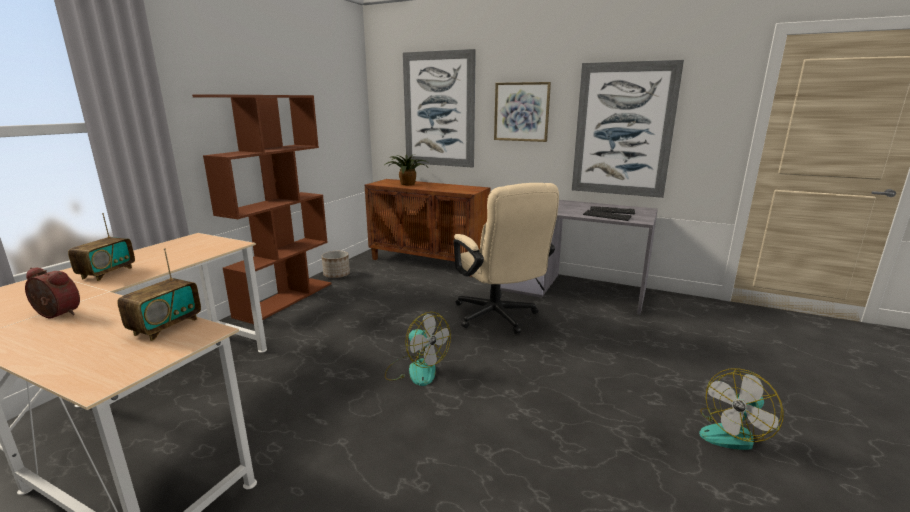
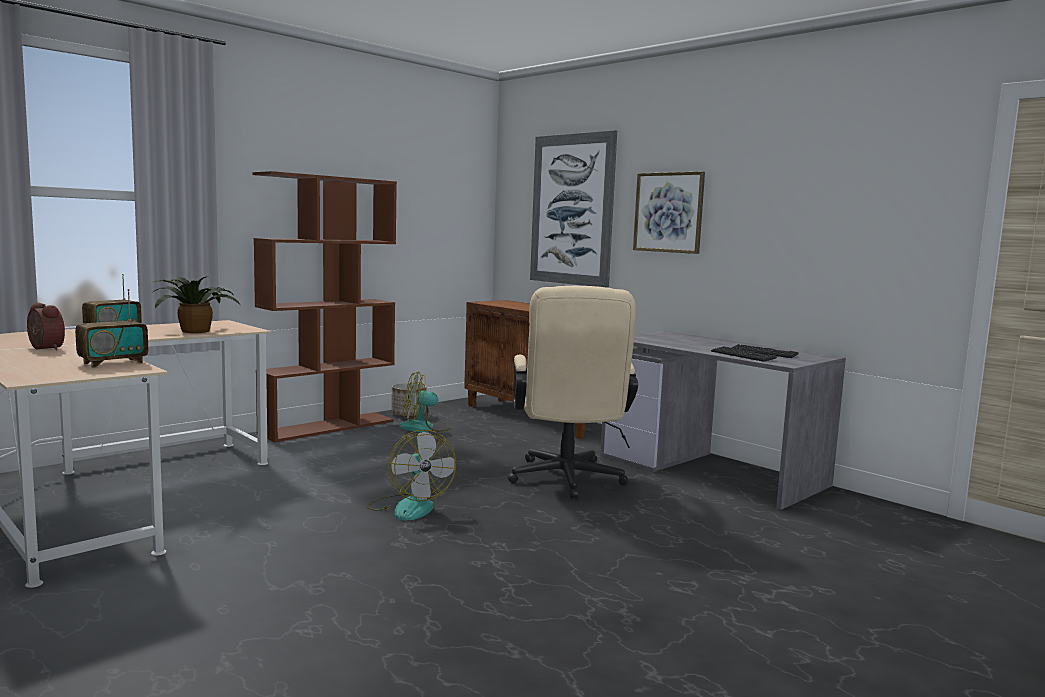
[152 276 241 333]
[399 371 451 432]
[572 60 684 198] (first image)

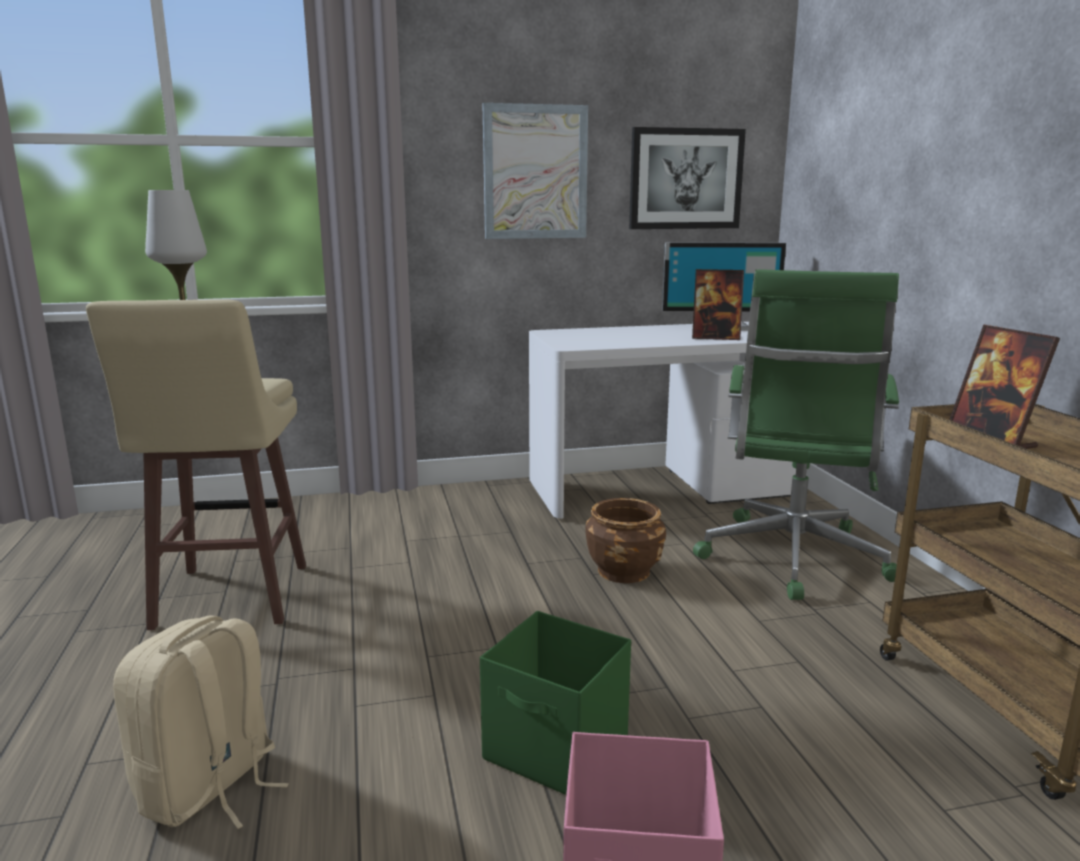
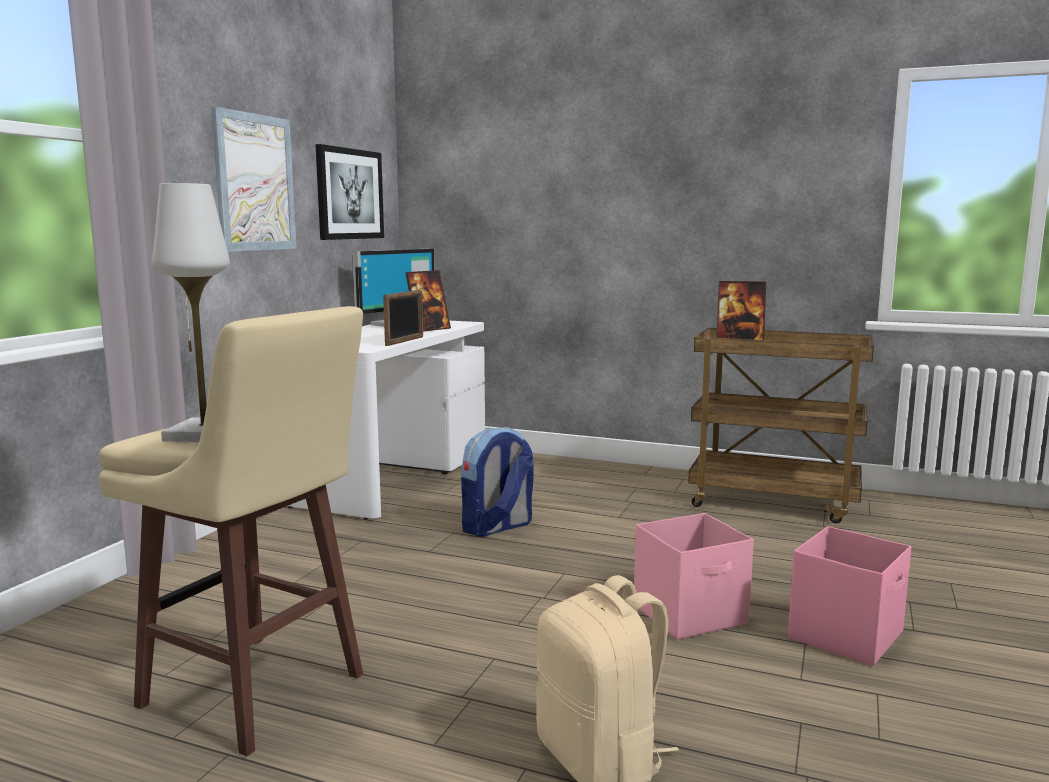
[383 290 423 346]
[461 428 534 537]
[634 513 754 640]
[693 269 899 600] (first image)

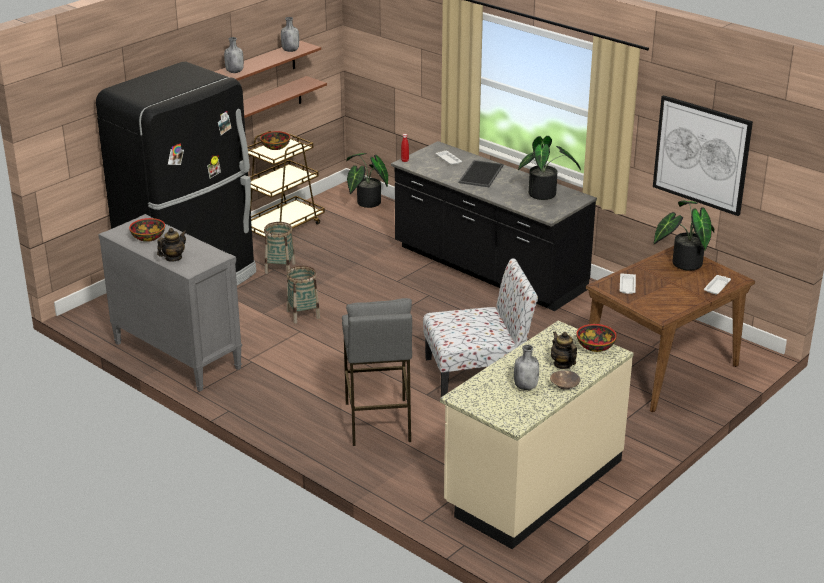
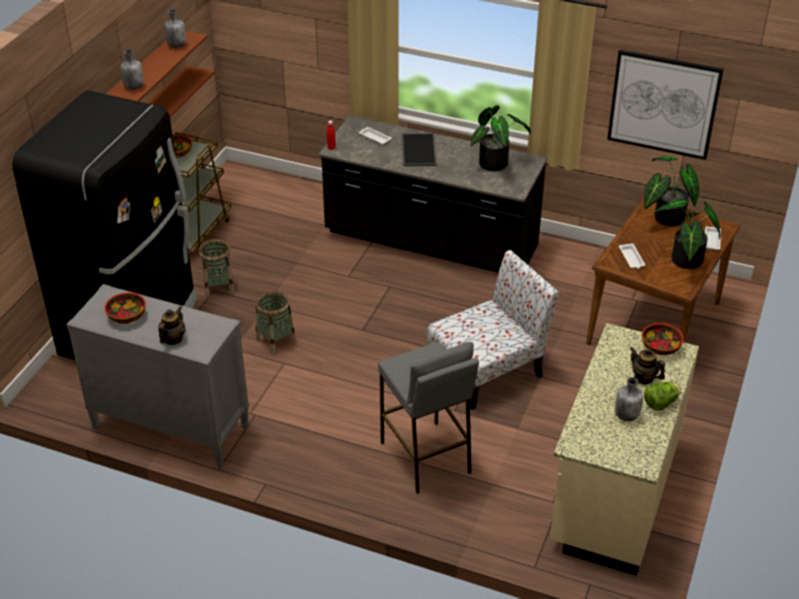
[644 382 681 411]
[654 200 720 269]

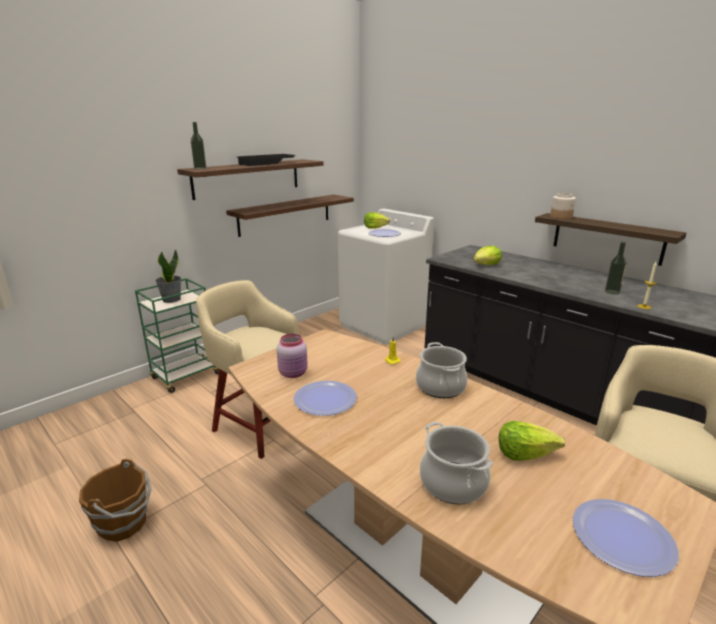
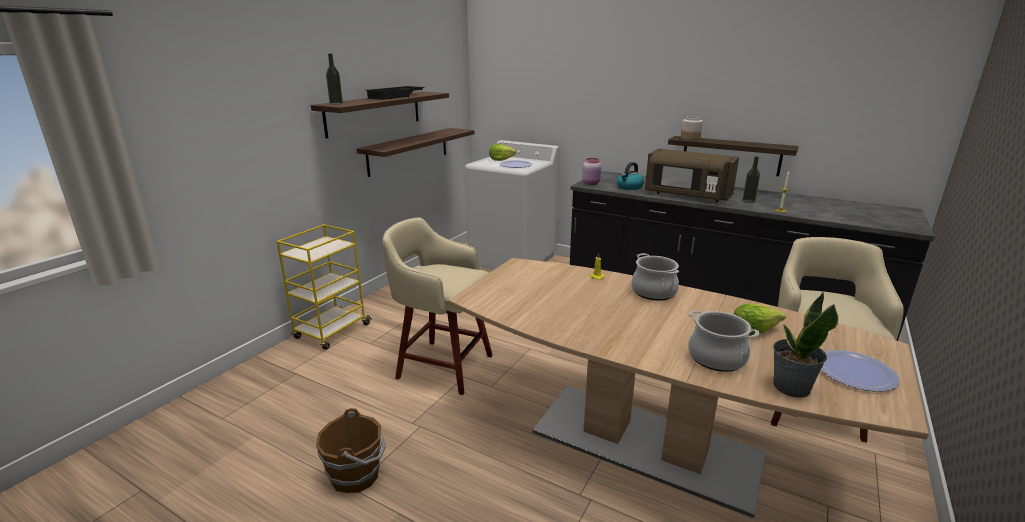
[276 224 372 350]
[582 158 601 185]
[617 162 644 190]
[645 149 739 202]
[773 293 838 398]
[294 381 357 416] (first image)

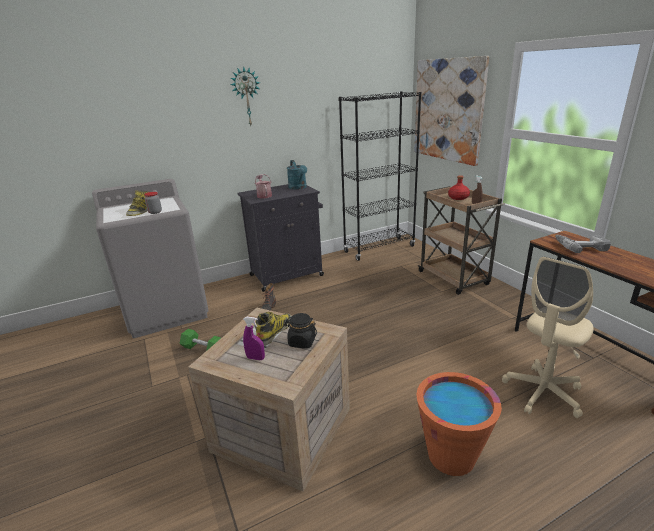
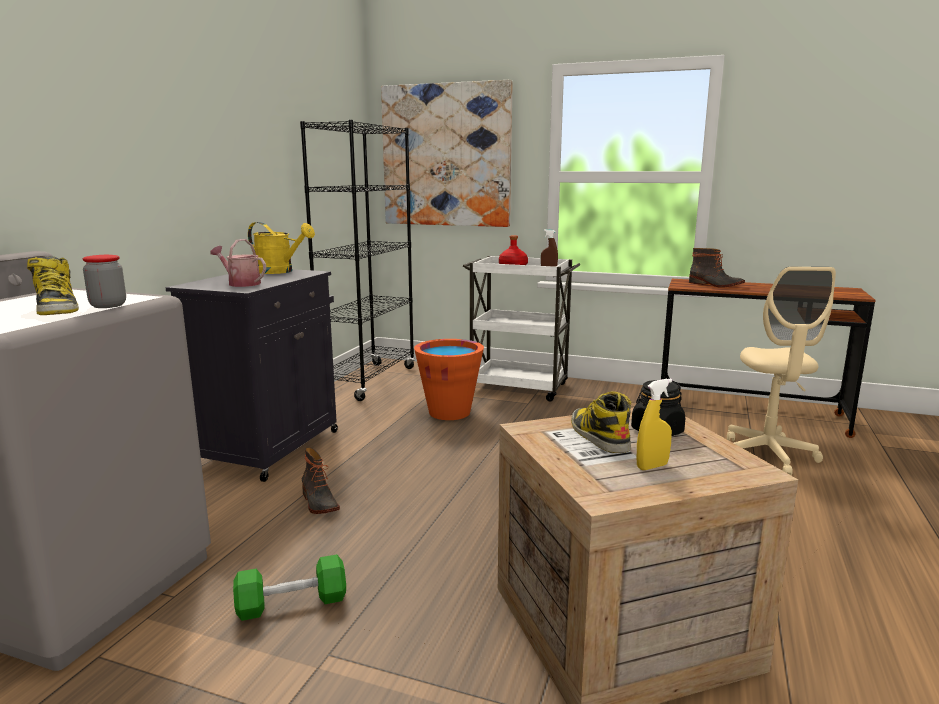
[248 222 315 274]
[414 339 484 420]
[463 256 580 402]
[637 378 672 470]
[689 248 745 288]
[230 66 260 125] (first image)

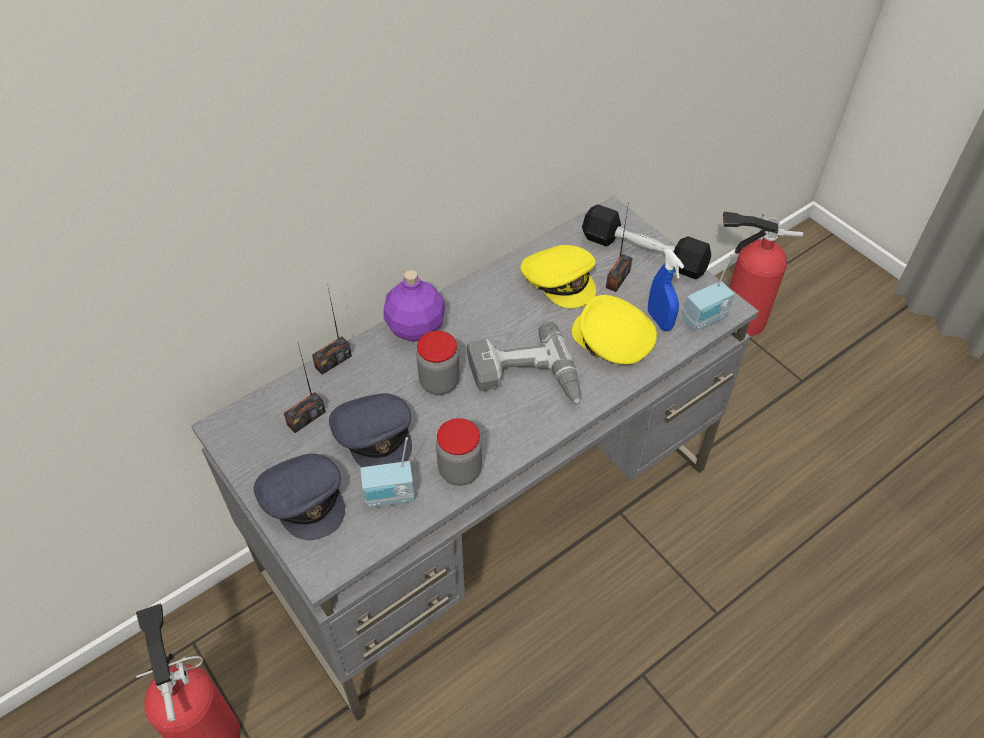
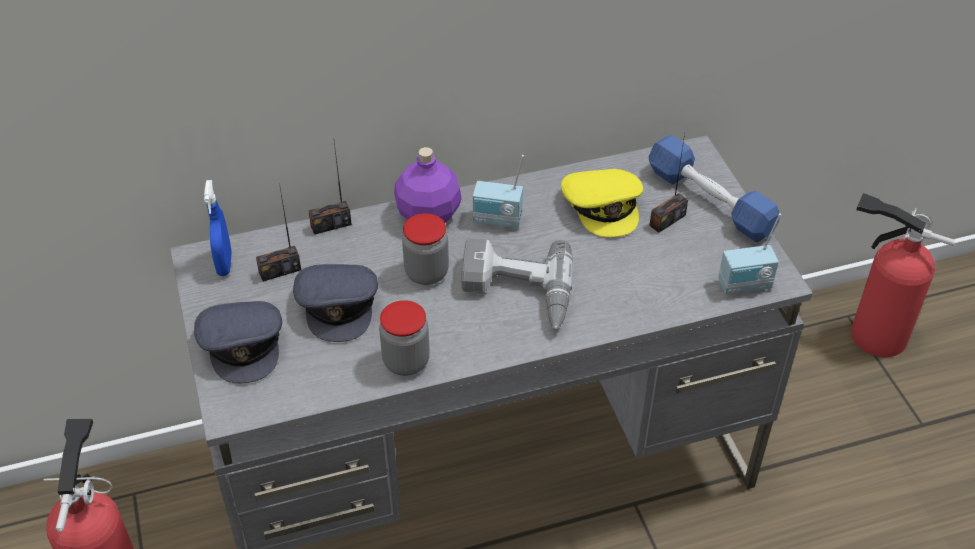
[204 180 232 276]
[473 155 524 228]
[648 135 780 242]
[572 295 657 365] (first image)

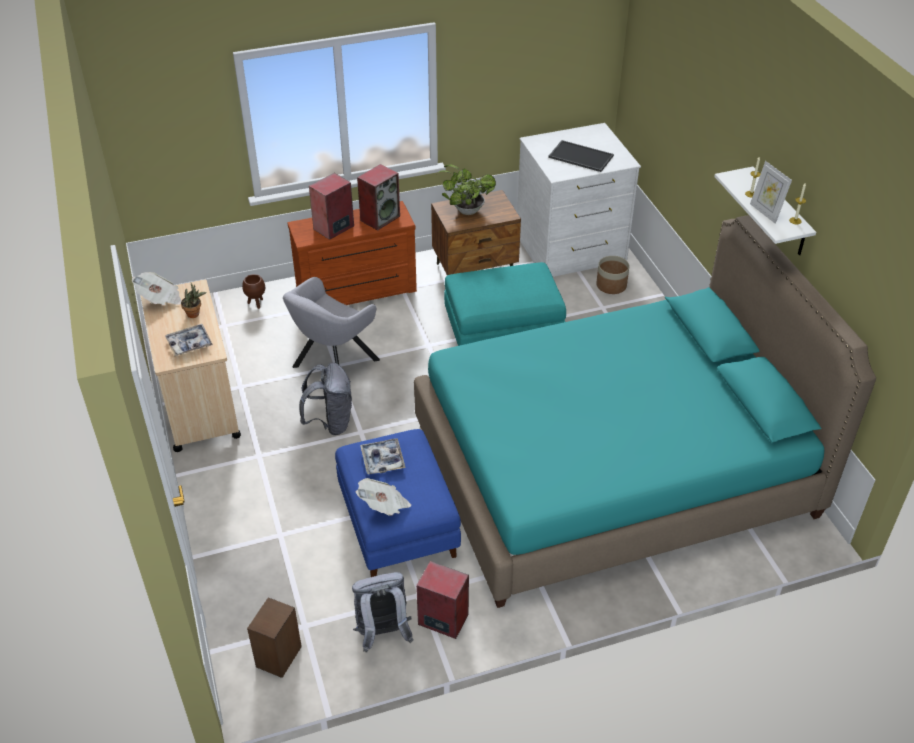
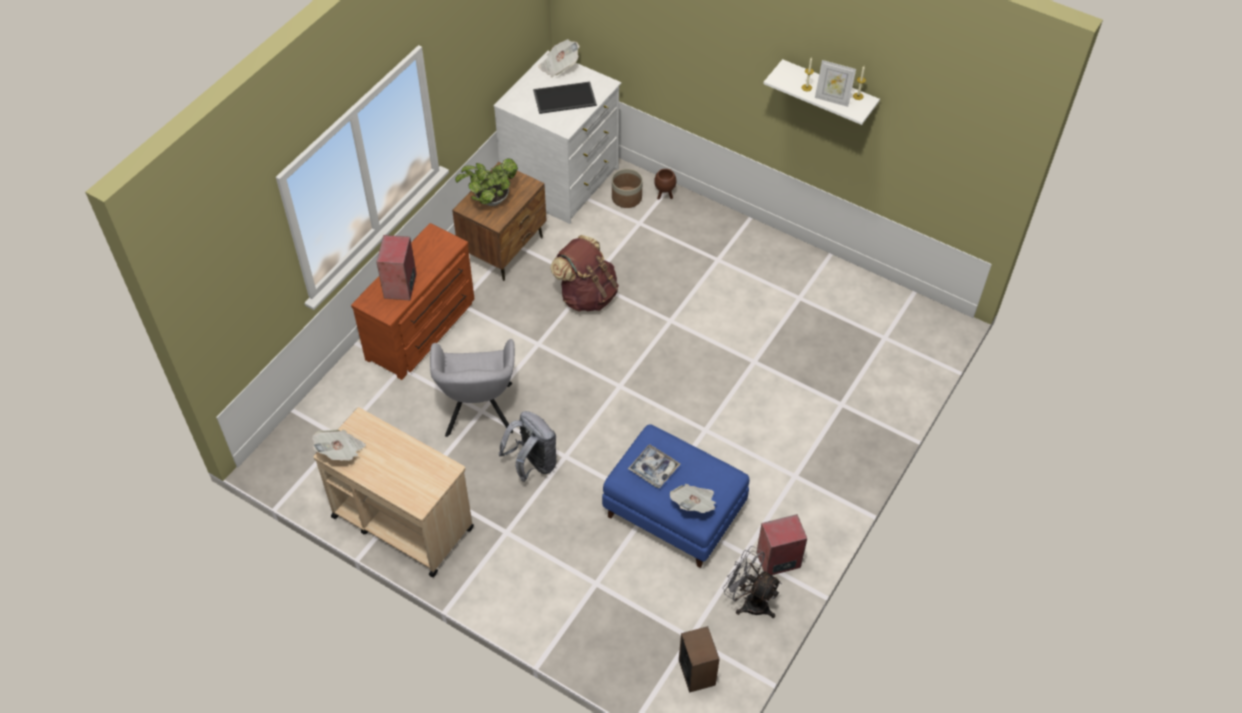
[539 39 580 77]
[550 235 619 312]
[654 169 676 200]
[723 546 782 618]
[165 324 213 356] (first image)
[181 282 207 318] (first image)
[357 164 400 230] (first image)
[414 215 876 608] (first image)

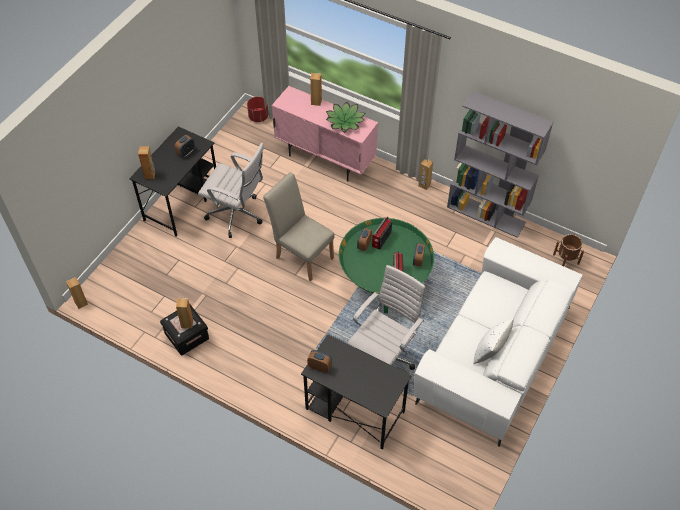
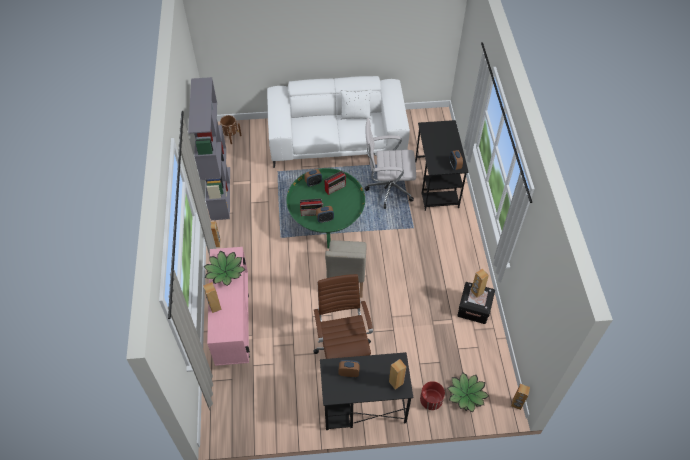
[313 274 373 359]
[420 381 445 410]
[447 372 489 413]

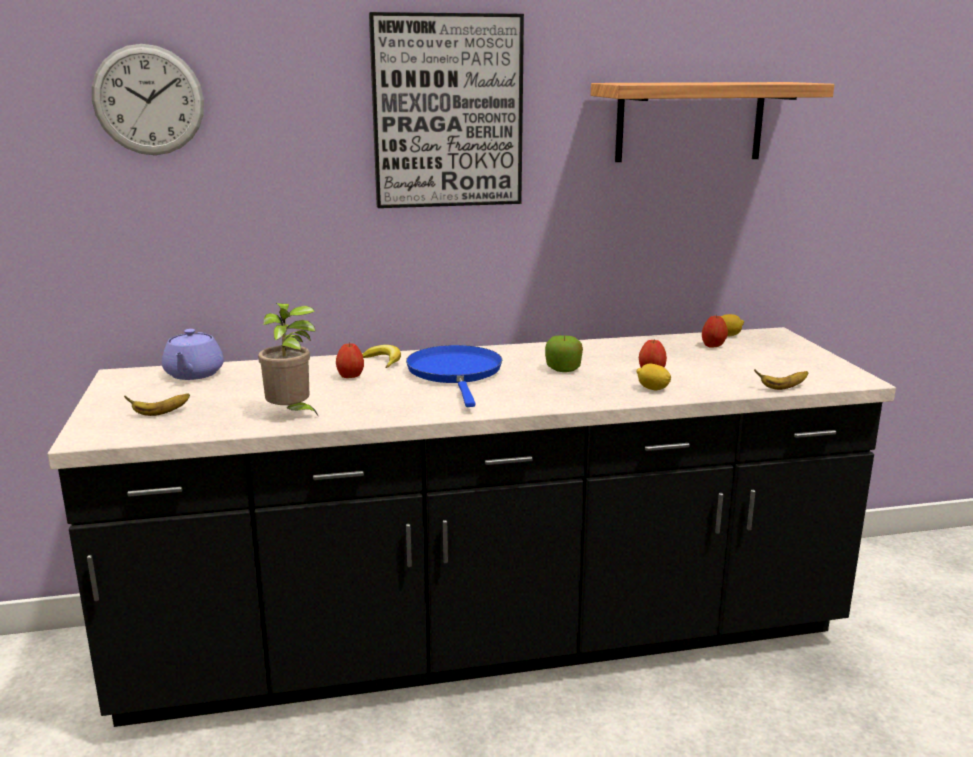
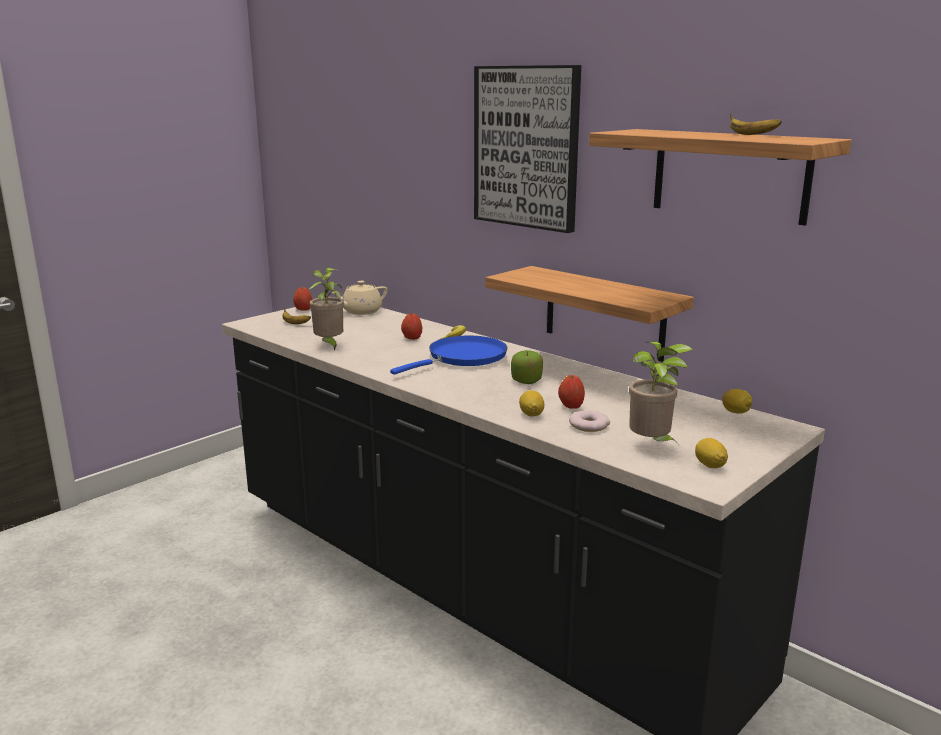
[293 287 312 311]
[332 281 387 315]
[485 266 694 362]
[569 410 610 432]
[629 342 693 444]
[695 438 728 468]
[730 114 782 135]
[92 44 204 155] (first image)

